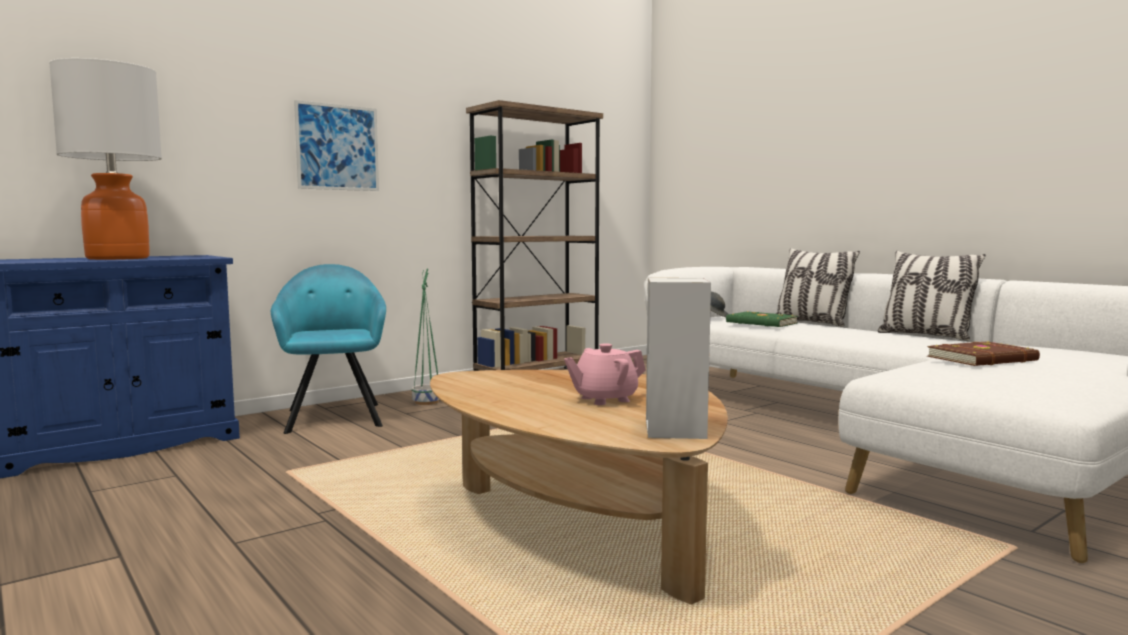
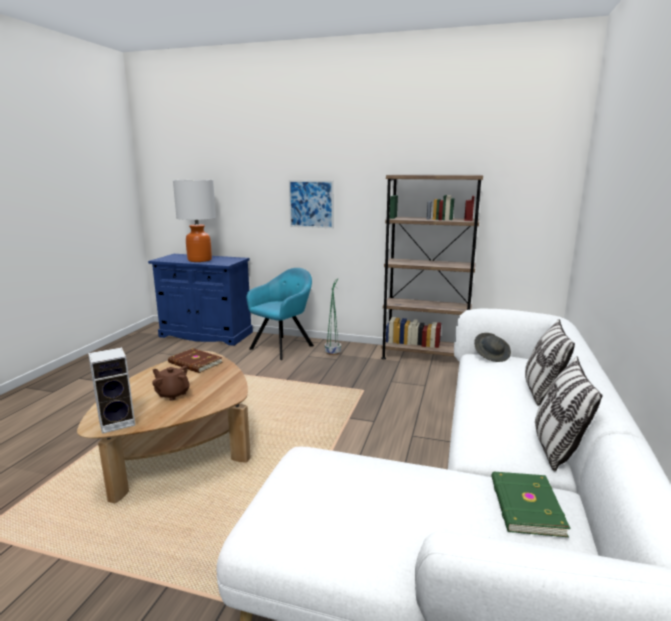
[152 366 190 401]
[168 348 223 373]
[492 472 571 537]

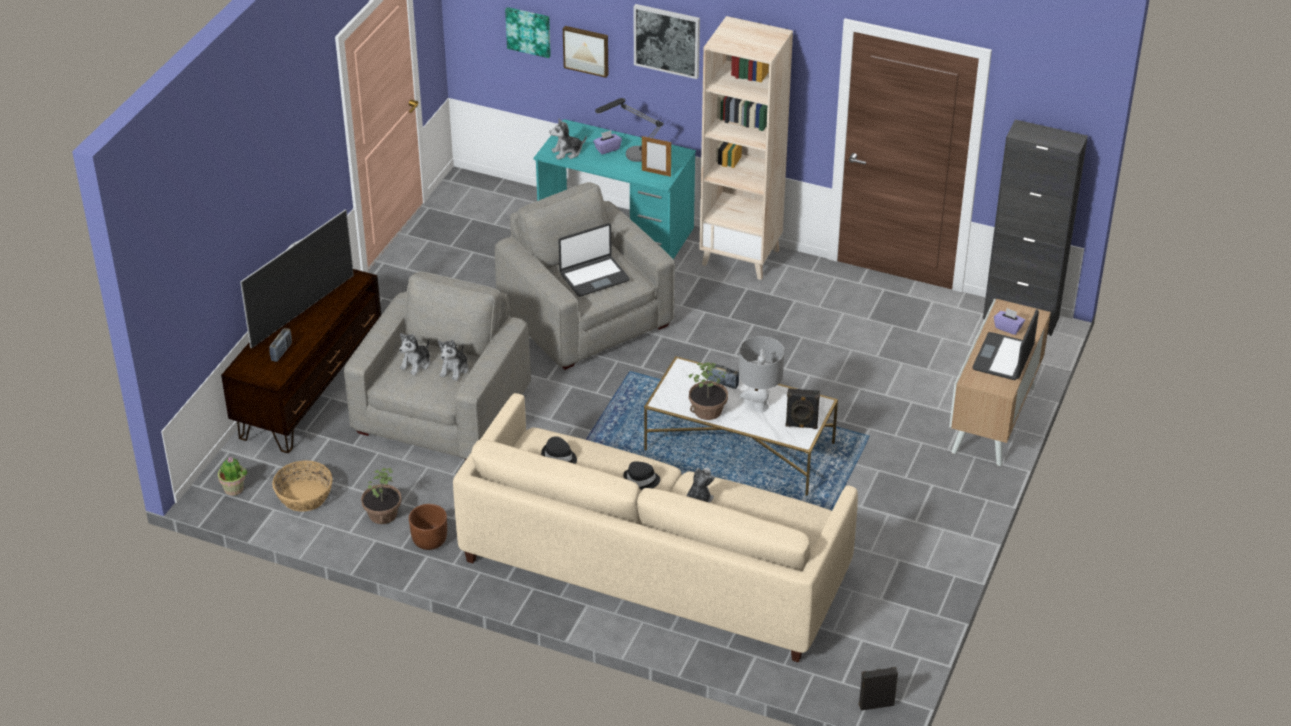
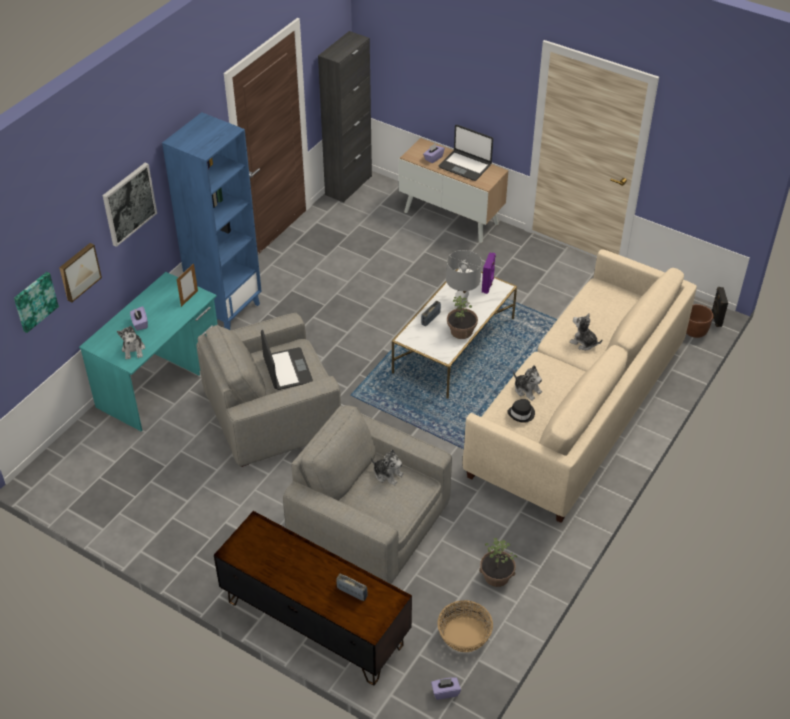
[162 112 262 330]
[431 677 461 700]
[482 252 496 294]
[513 365 542 401]
[686 304 713 338]
[240 210 354 349] (first image)
[595 98 664 162] (first image)
[623 461 660 491] (first image)

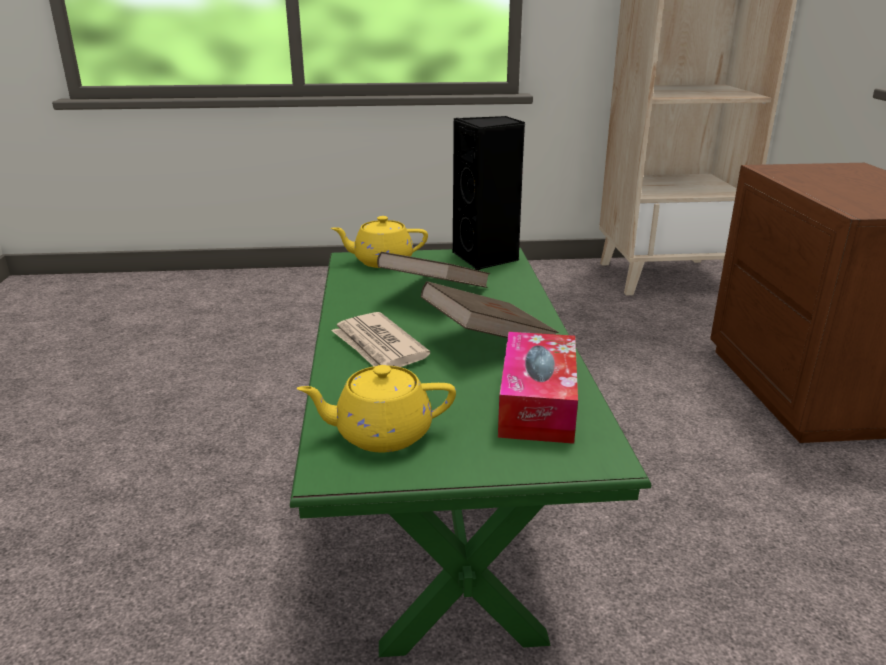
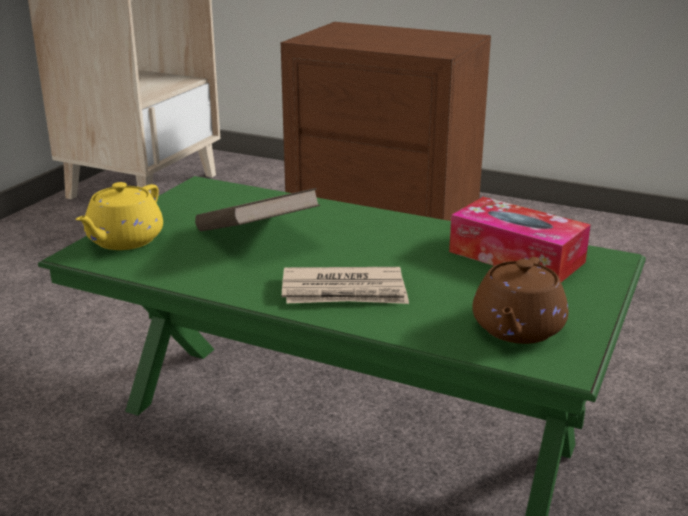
[472 257 568 344]
[421 281 559 338] (first image)
[453 116 525 270] (first image)

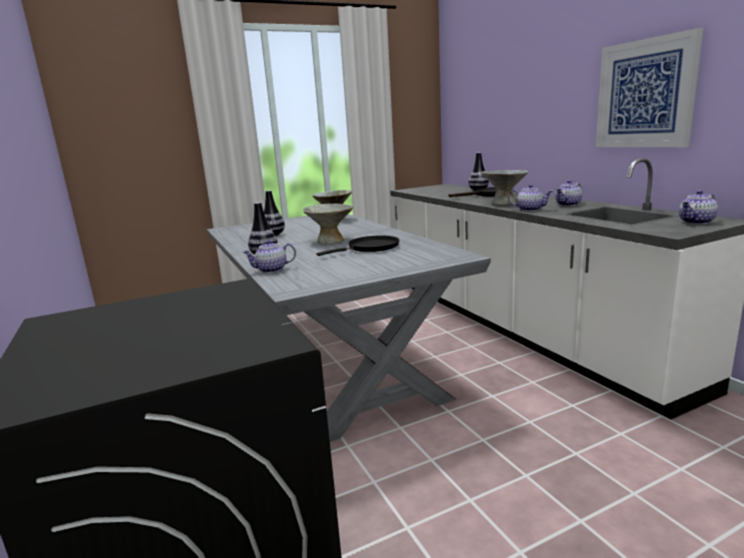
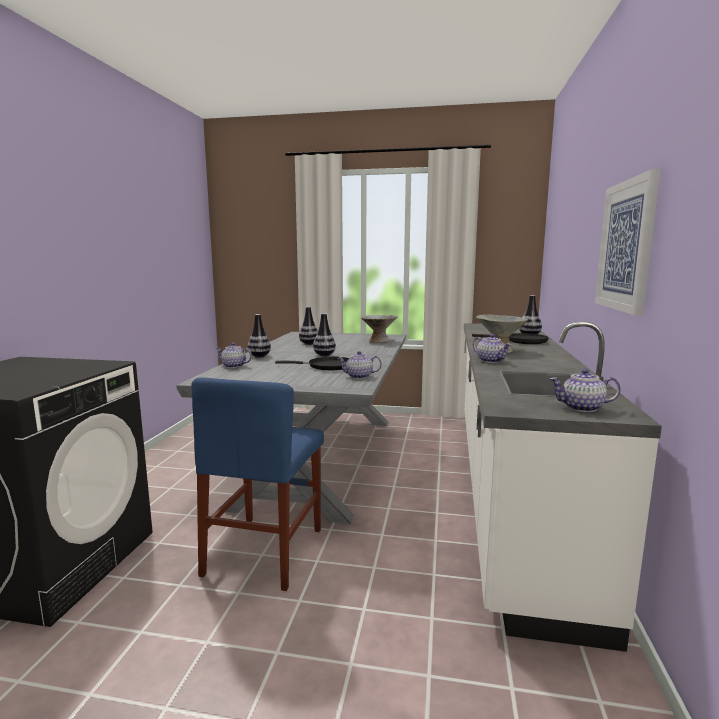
[191 378 324 591]
[313 313 336 356]
[337 351 382 379]

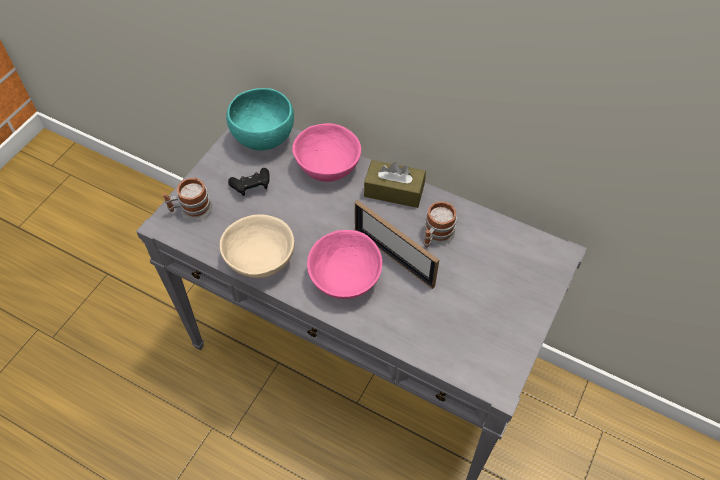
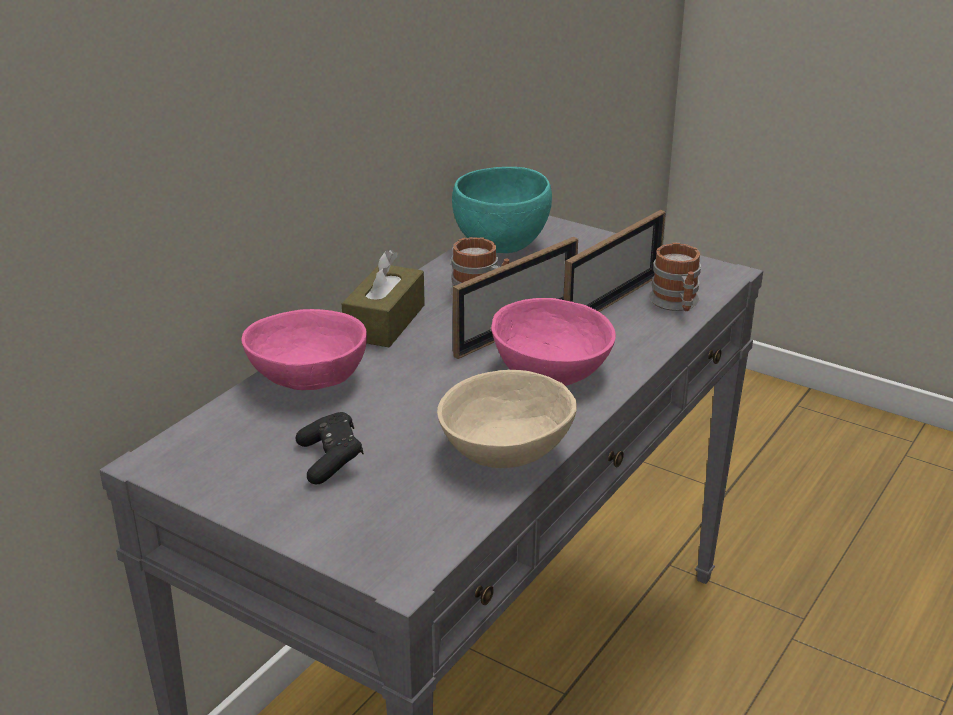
[452 167 552 253]
[564 210 666 312]
[649 243 701 311]

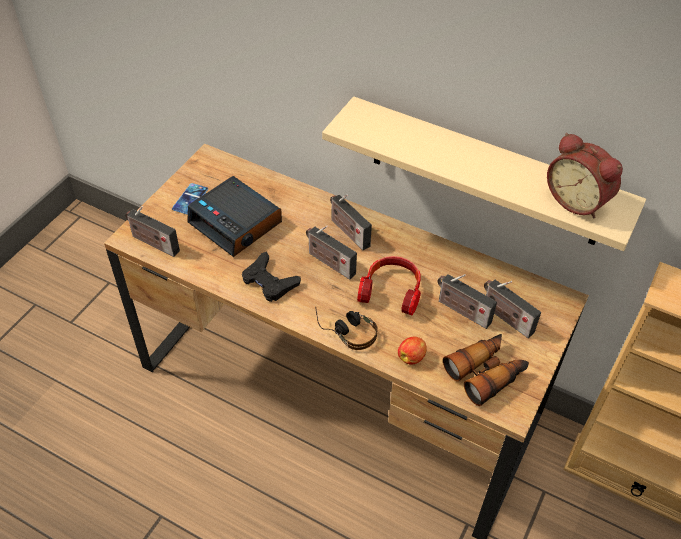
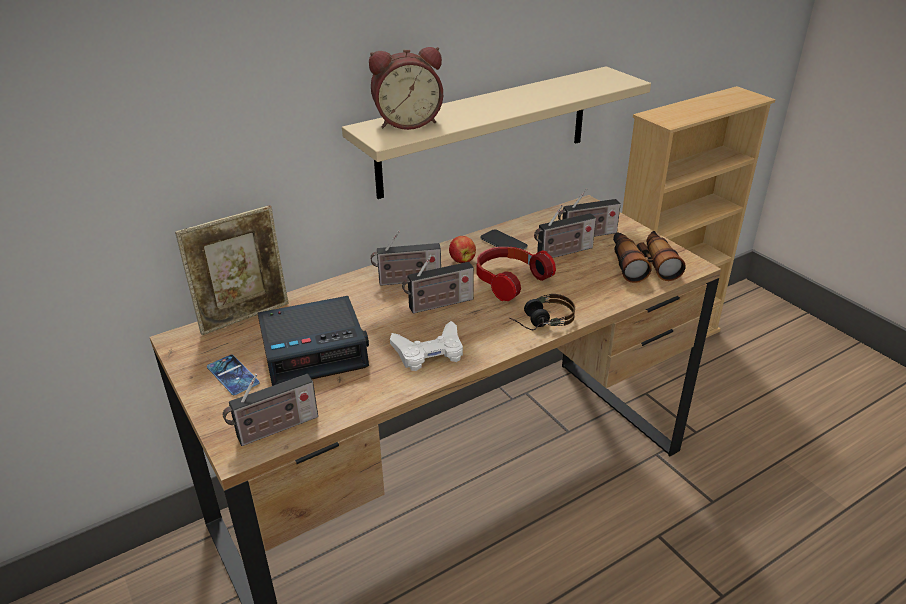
[175 205 289 335]
[369 47 443 130]
[390 321 463 371]
[449 236 476 263]
[480 229 528 250]

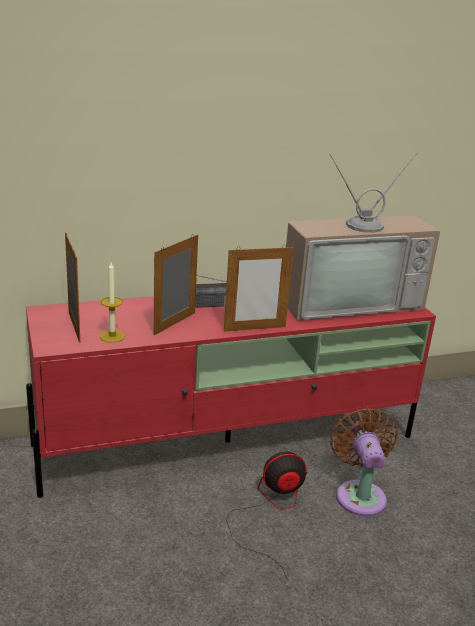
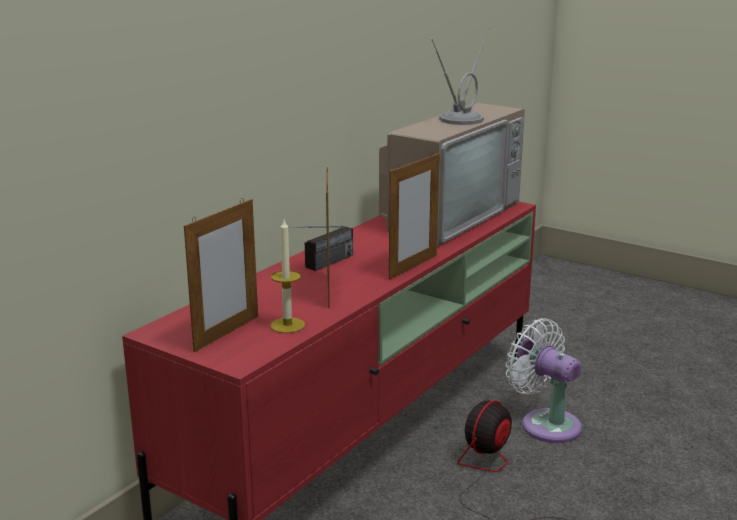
[184 198 258 352]
[506 318 582 443]

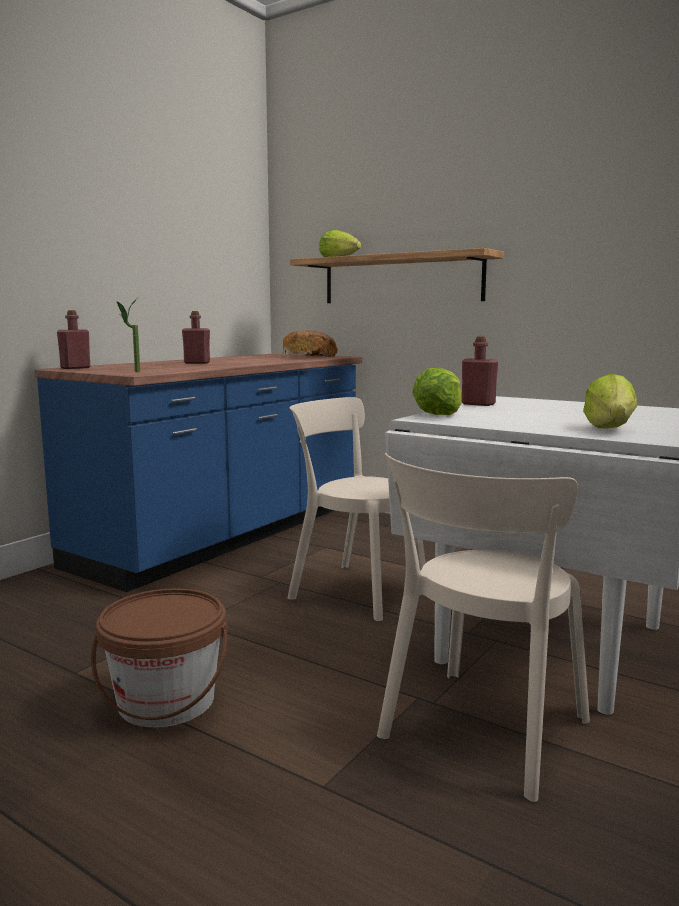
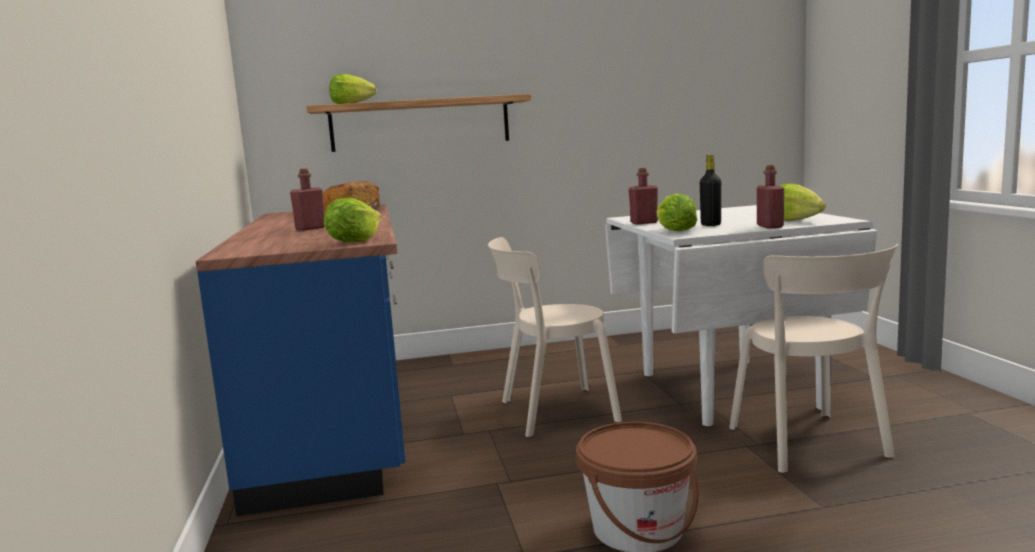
[324 198 381 242]
[700 155 721 226]
[757 165 784 229]

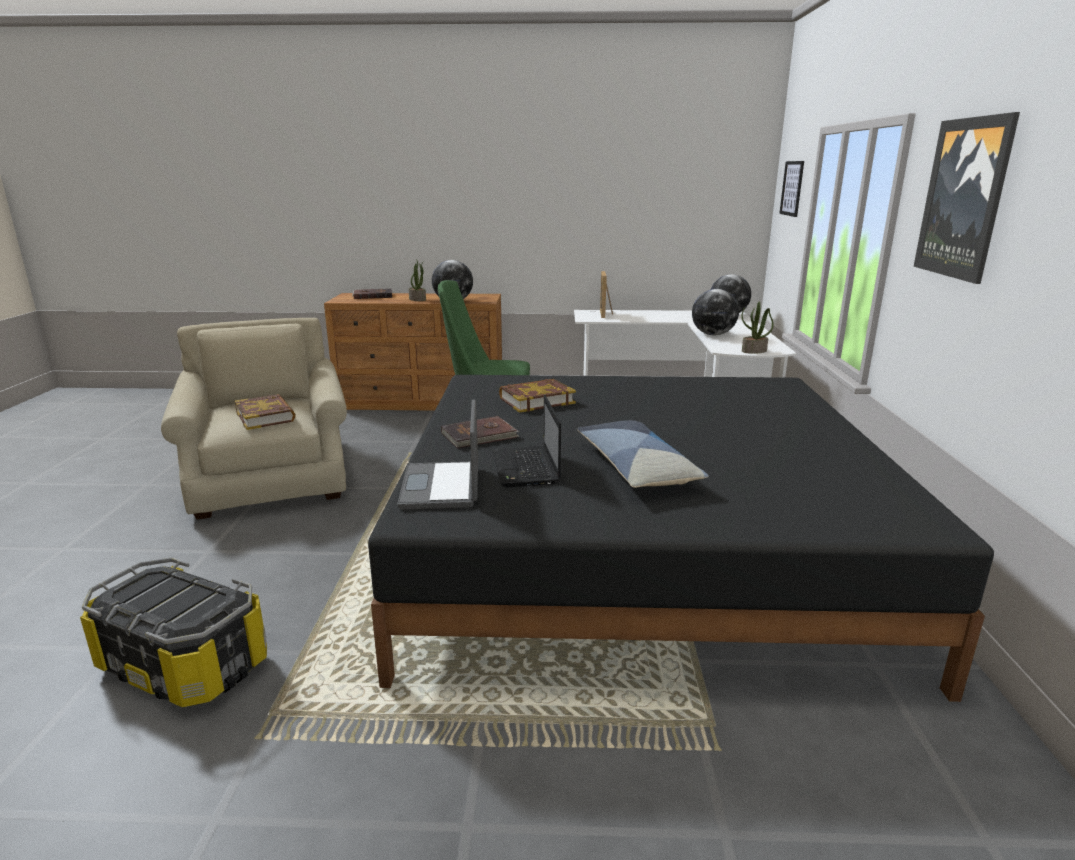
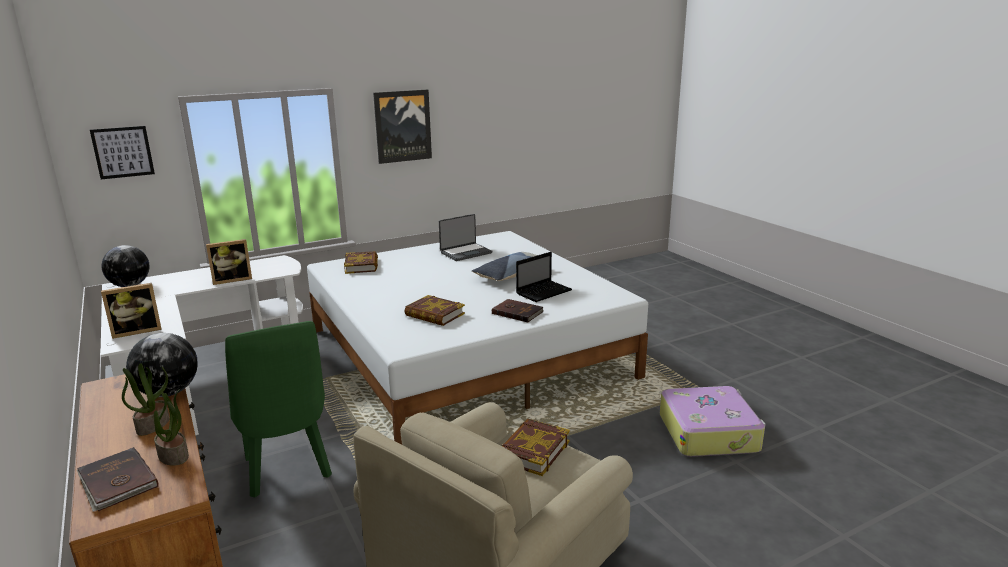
[154 388 189 466]
[206 239 252 285]
[307 231 648 445]
[344 251 378 274]
[439 214 492 261]
[660 386 766 457]

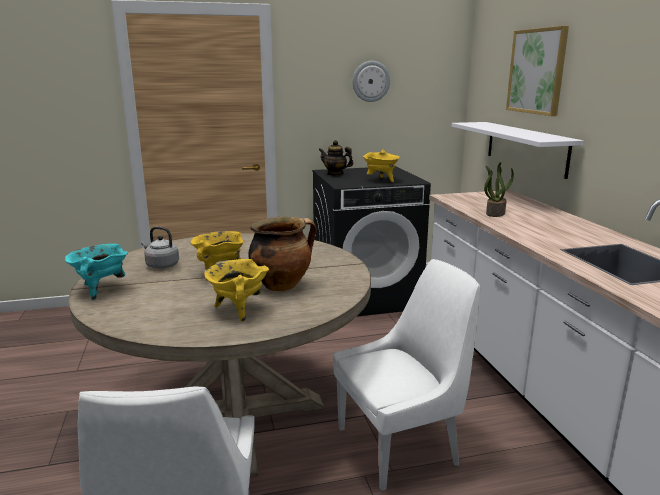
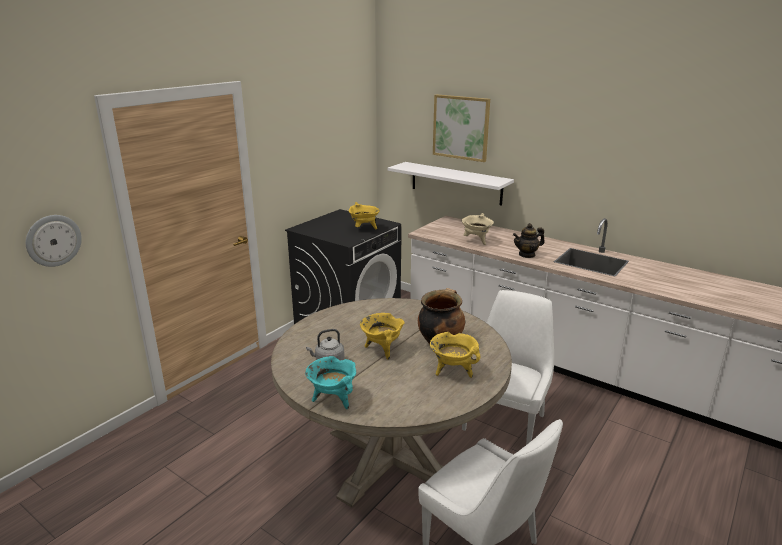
[26 215 82 267]
[461 213 494 245]
[513 223 545 258]

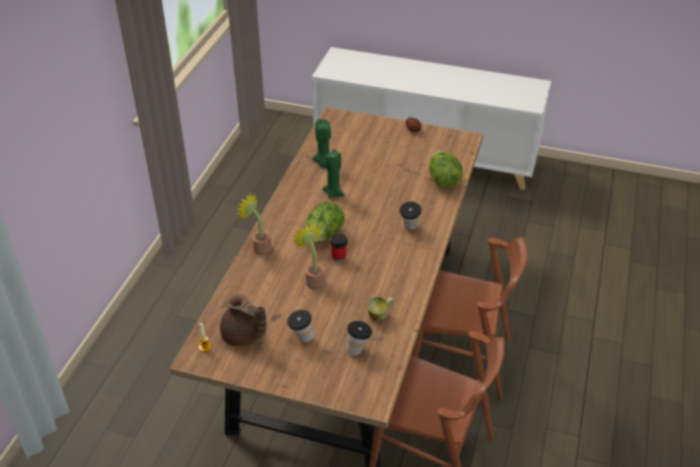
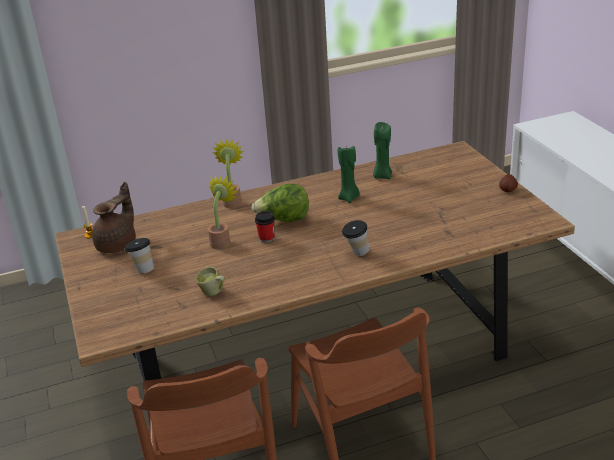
[92 182 136 253]
[346 321 372 355] (first image)
[429 151 463 189] (first image)

